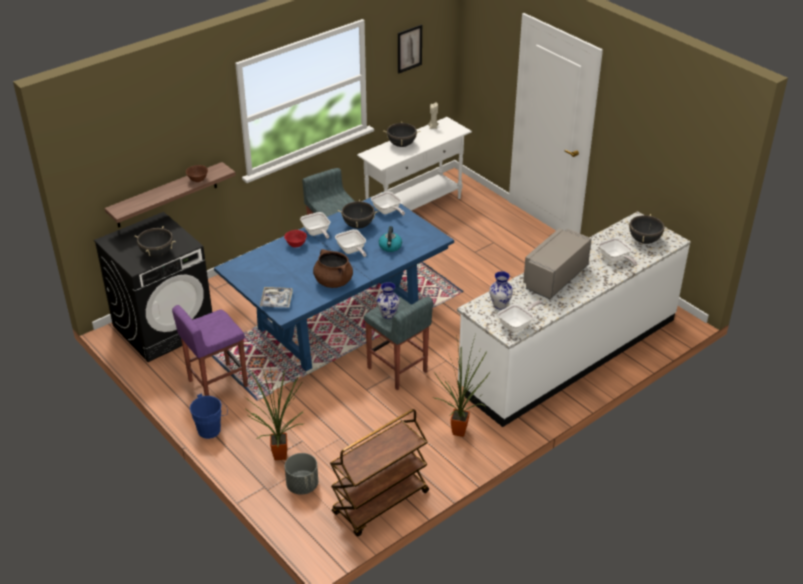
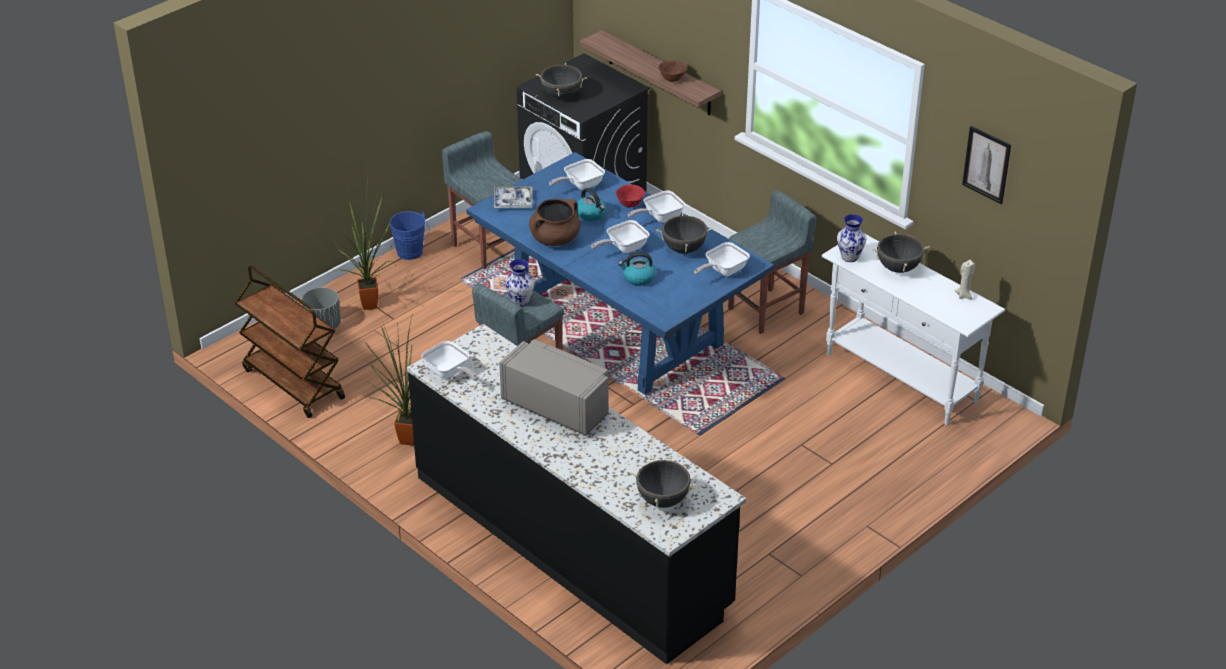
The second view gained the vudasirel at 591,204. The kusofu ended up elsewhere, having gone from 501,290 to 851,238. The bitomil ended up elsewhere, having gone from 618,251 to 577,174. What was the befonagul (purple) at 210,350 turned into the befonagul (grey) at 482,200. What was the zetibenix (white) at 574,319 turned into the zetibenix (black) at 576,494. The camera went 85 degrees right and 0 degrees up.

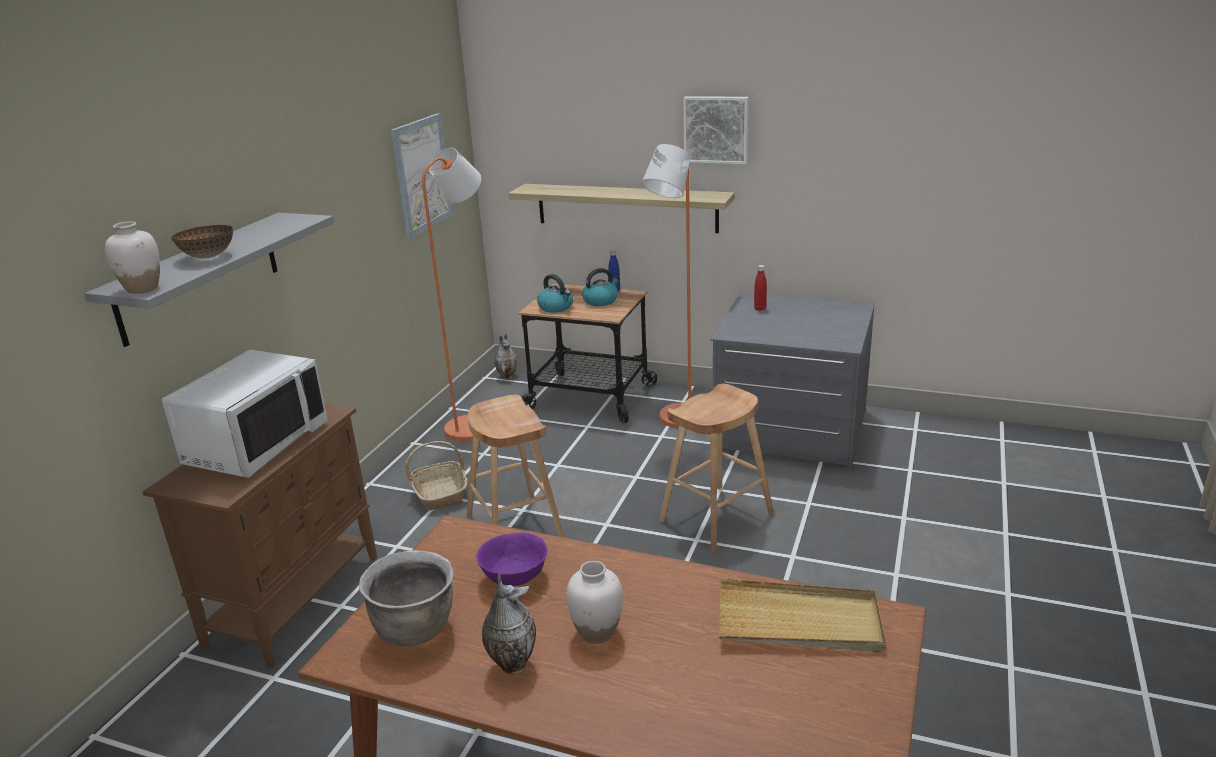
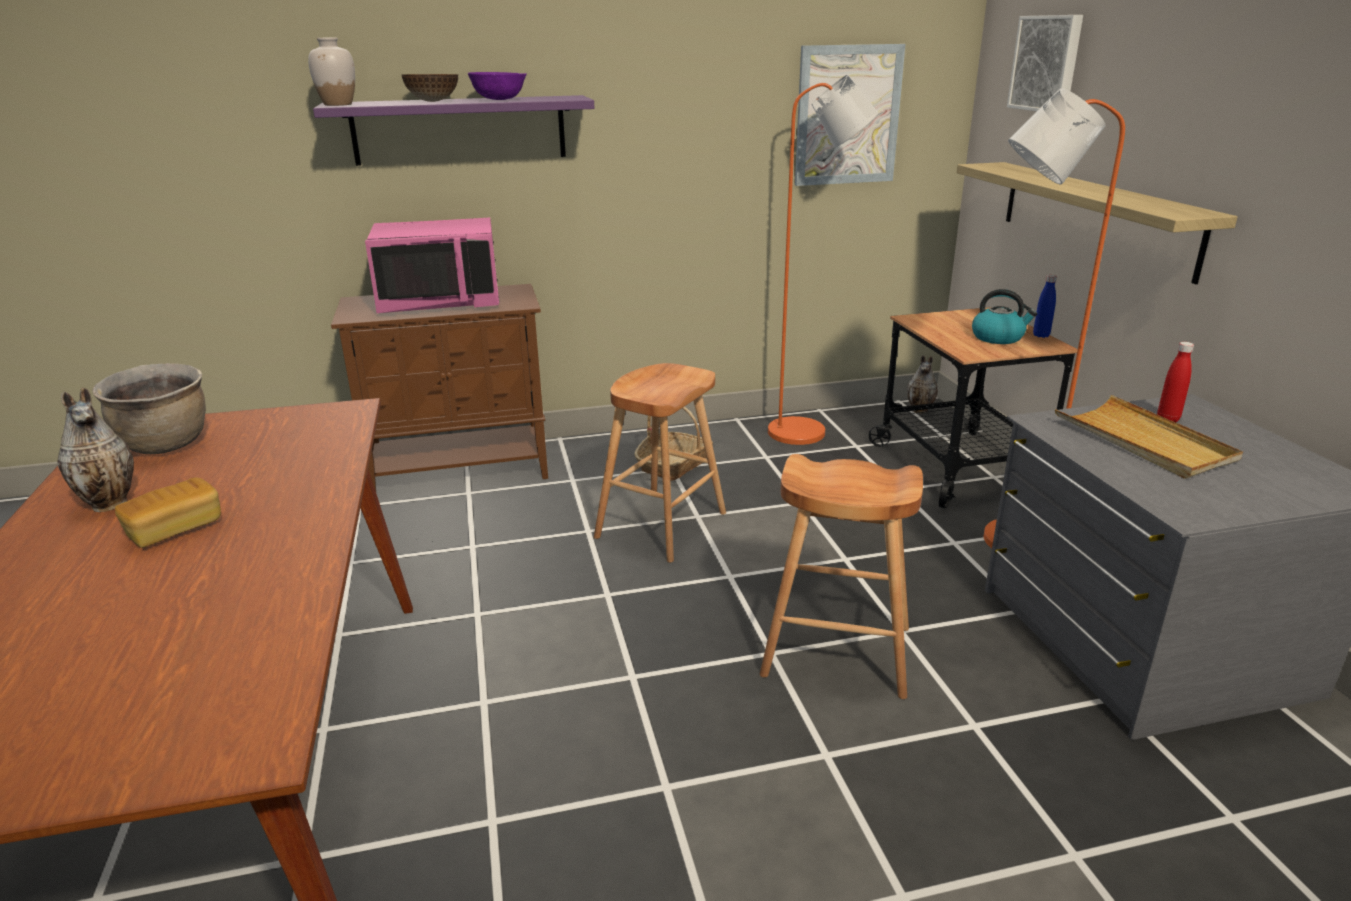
The second view lost the vudasirel at 555,293. The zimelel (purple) ended up elsewhere, having gone from 511,559 to 497,86. The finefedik ended up elsewhere, having gone from 716,130 to 1045,63. The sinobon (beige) ended up elsewhere, having gone from 802,615 to 1149,436. Where the kusofu (white) stood at 594,602, the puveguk came to stand at 168,513. What was the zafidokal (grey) at 209,280 turned into the zafidokal (purple) at 453,130. What was the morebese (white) at 245,414 turned into the morebese (pink) at 432,265. The camera went 55 degrees right and 0 degrees up.

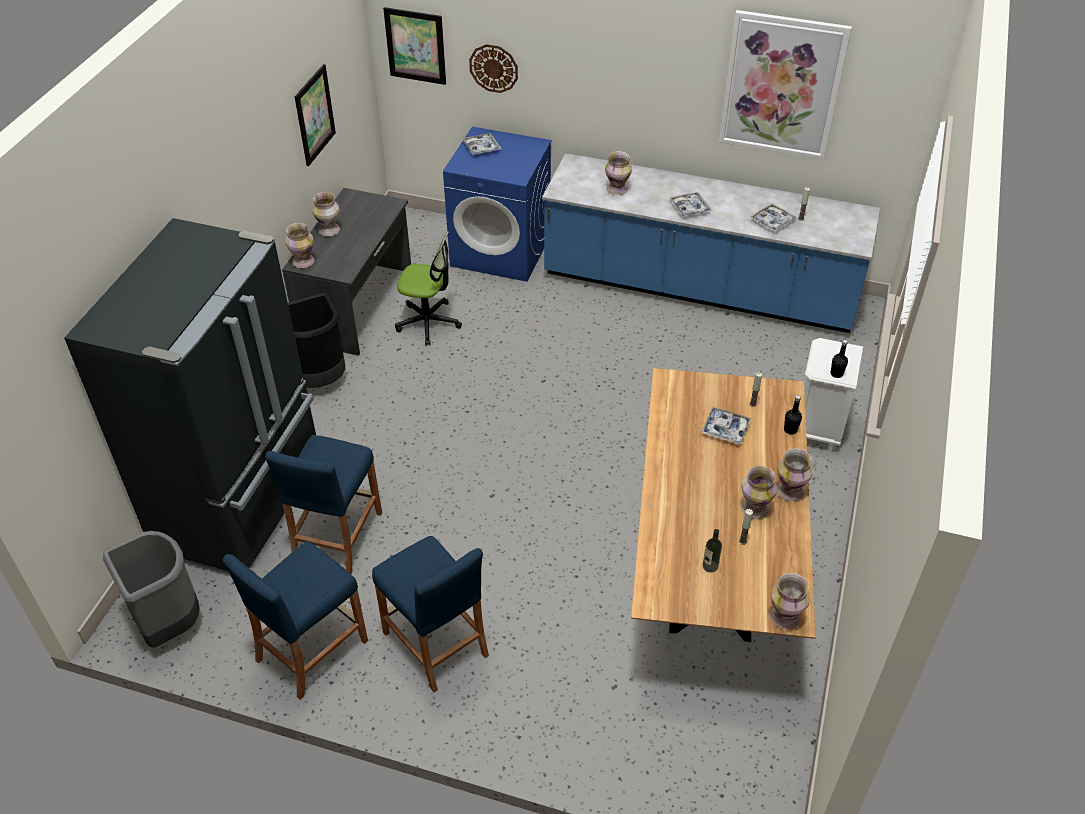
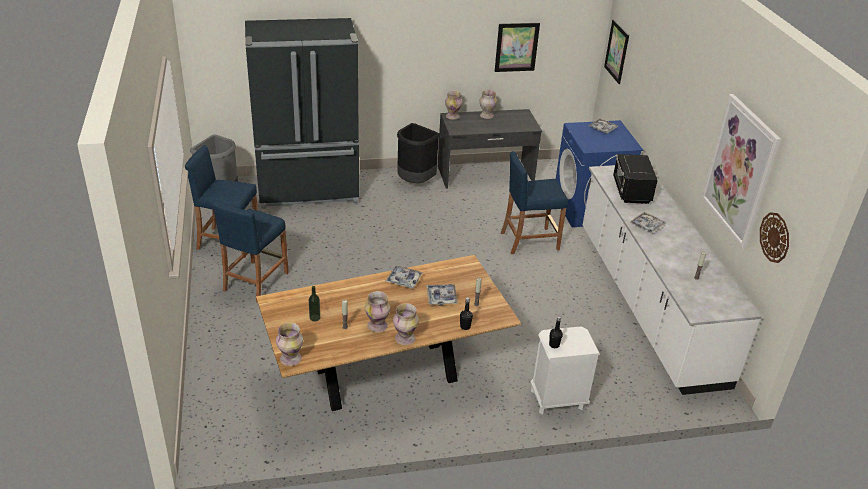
The second view lost the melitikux at 428,288. The befonagul (blue) ended up elsewhere, having gone from 323,504 to 534,202. The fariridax ended up elsewhere, having gone from 493,68 to 774,237. The sinobon ended up elsewhere, having gone from 774,217 to 404,277. Where the kusofu stood at 618,173, the morebese (black) came to stand at 635,179. What was the zetibenix (blue) at 711,243 turned into the zetibenix (white) at 672,280. The camera went 60 degrees right and 10 degrees down.

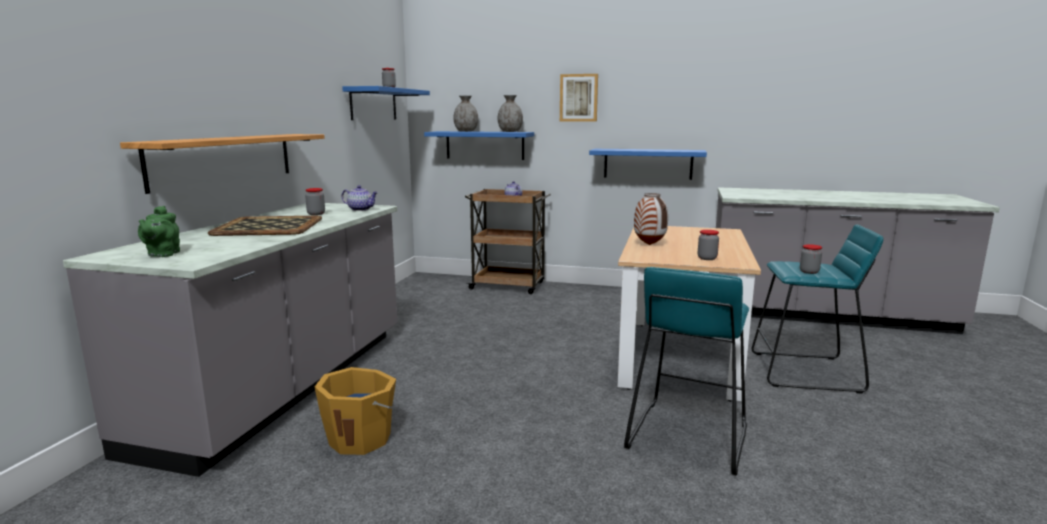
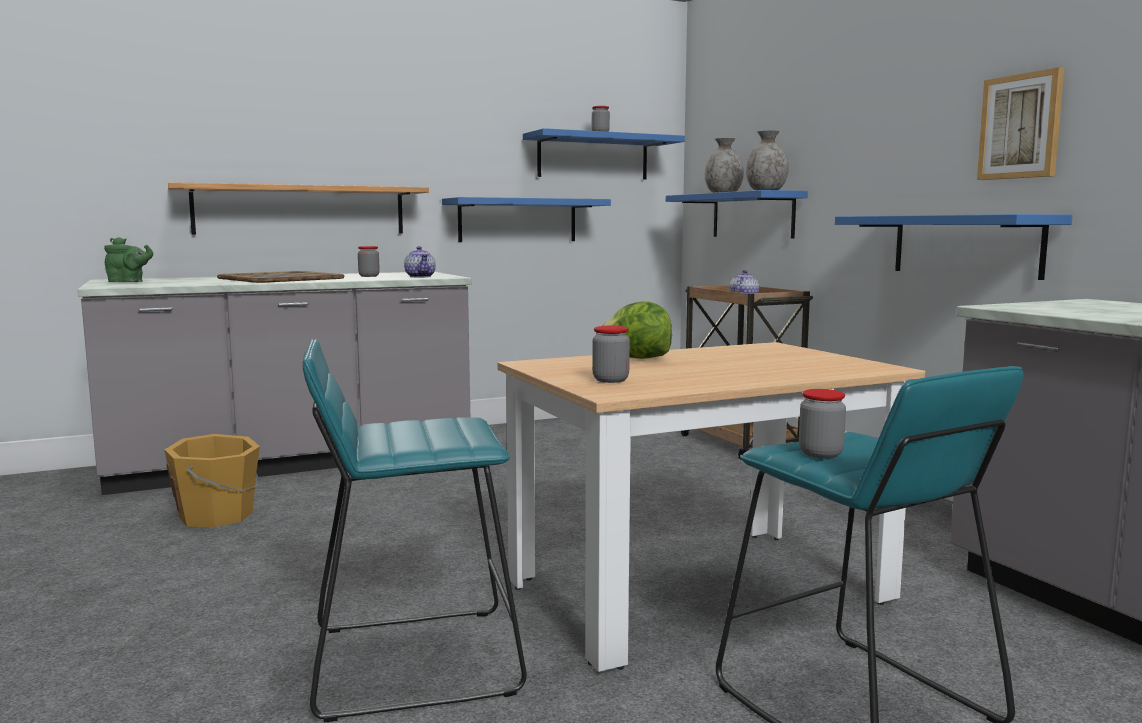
The second view gained the zafidokal (blue) at 526,219. The finefedik ended up elsewhere, having gone from 579,97 to 1020,123. Where the kusofu stood at 651,219, the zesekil came to stand at 637,330. The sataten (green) at 159,231 ended up facing another way, 135 degrees counterclockwise from before. The camera went 50 degrees right and 5 degrees down.

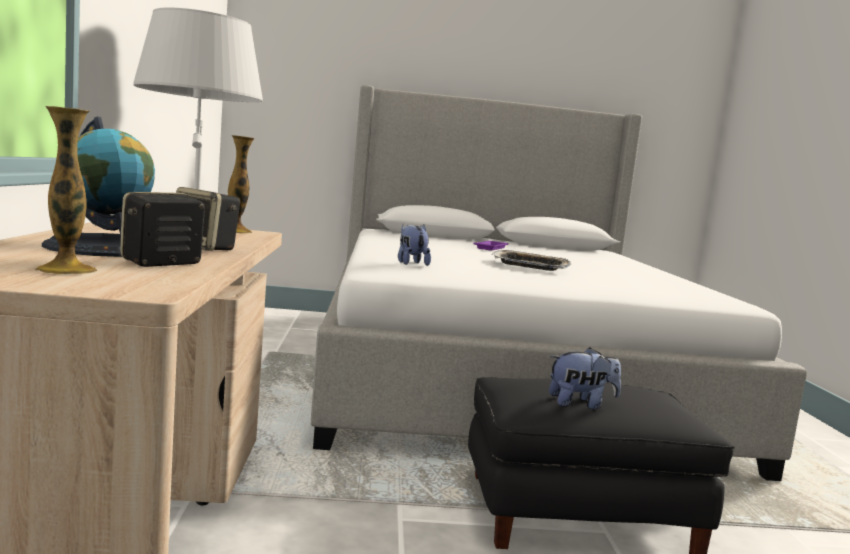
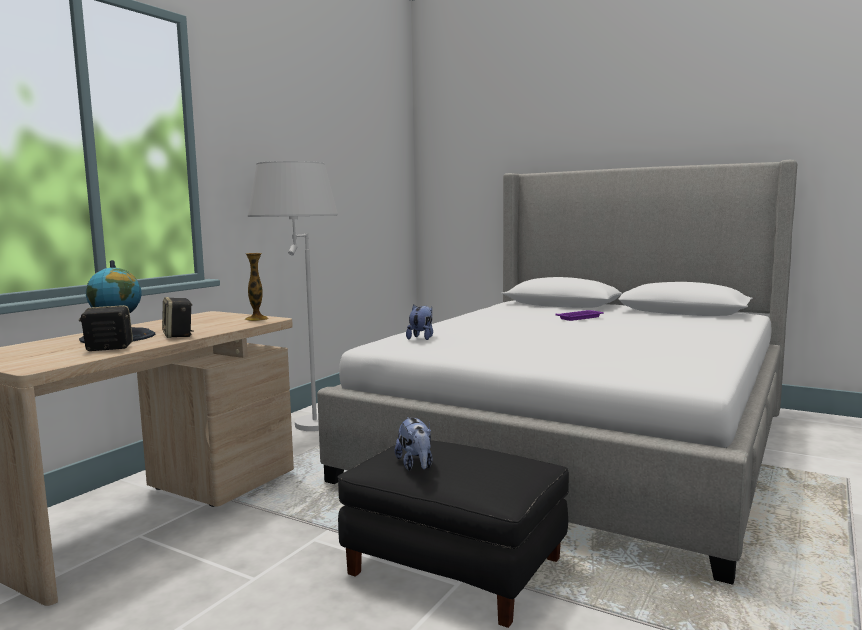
The second view lost the kusofu at 66,190. The second view lost the sinobon at 531,260. The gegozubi at 585,378 ended up facing another way, 45 degrees clockwise from before. The camera went 35 degrees right and 0 degrees up.

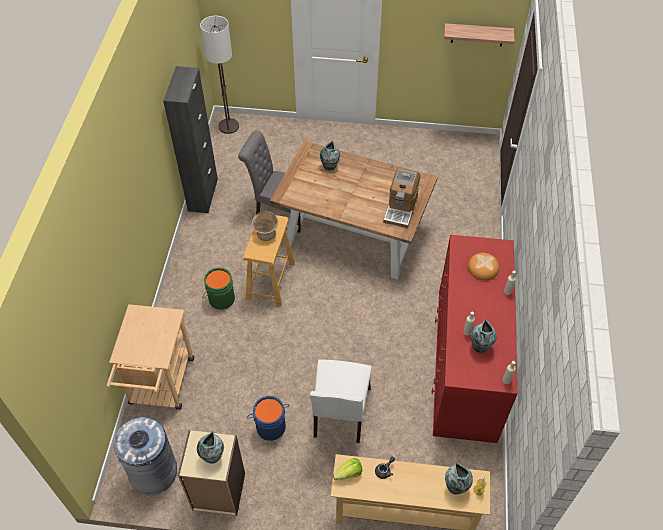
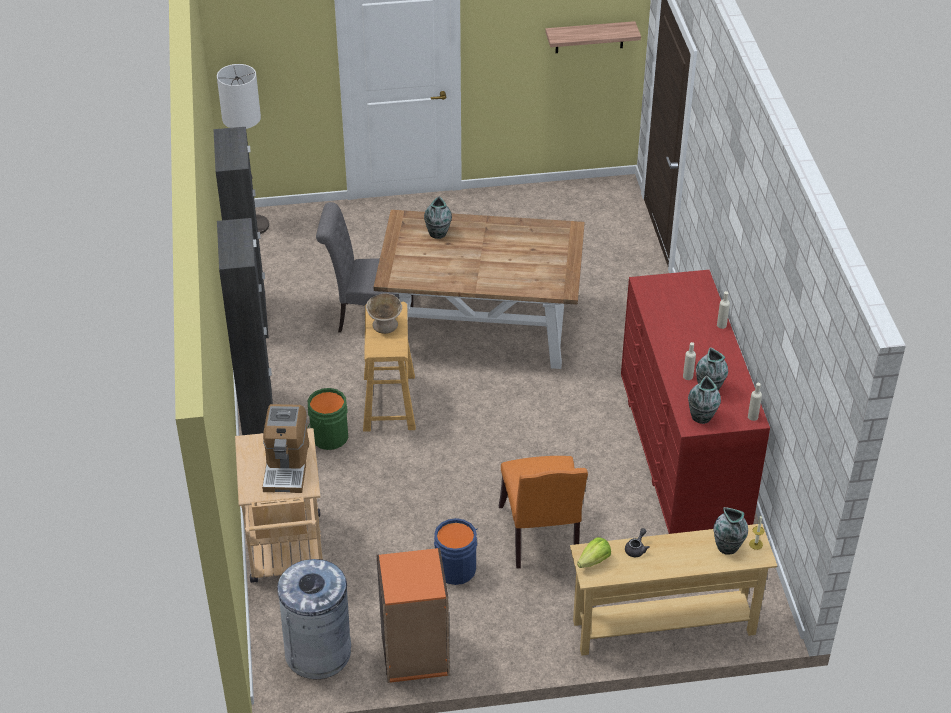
The second view lost the puveguk at 483,266. The second view gained the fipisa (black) at 245,326. The kusofu ended up elsewhere, having gone from 210,447 to 704,400. The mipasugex ended up elsewhere, having gone from 401,198 to 285,448. What was the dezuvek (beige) at 211,473 turned into the dezuvek (orange) at 413,615. What was the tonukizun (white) at 341,401 turned into the tonukizun (orange) at 543,512. The camera went 15 degrees left and 10 degrees down.

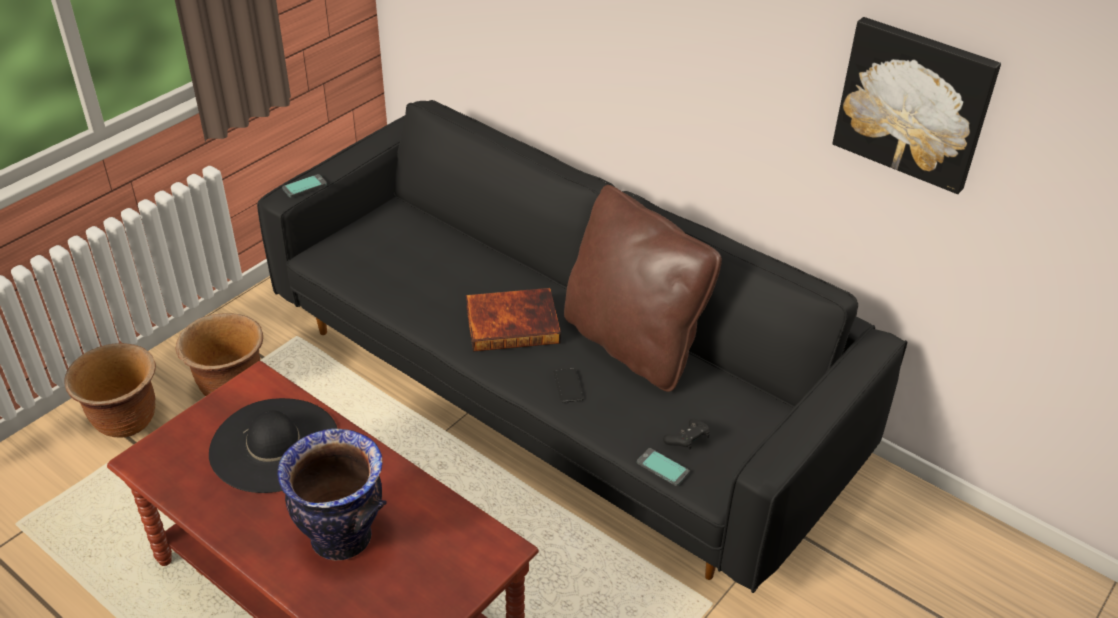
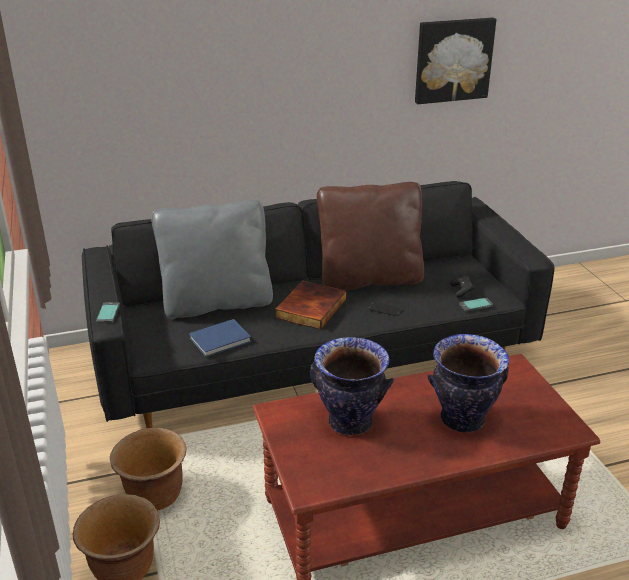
The second view gained the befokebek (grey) at 212,259. The second view gained the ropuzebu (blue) at 220,338. Where the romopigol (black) stood at 273,445, the kusofu came to stand at 352,386. The camera went 55 degrees left and 10 degrees down.

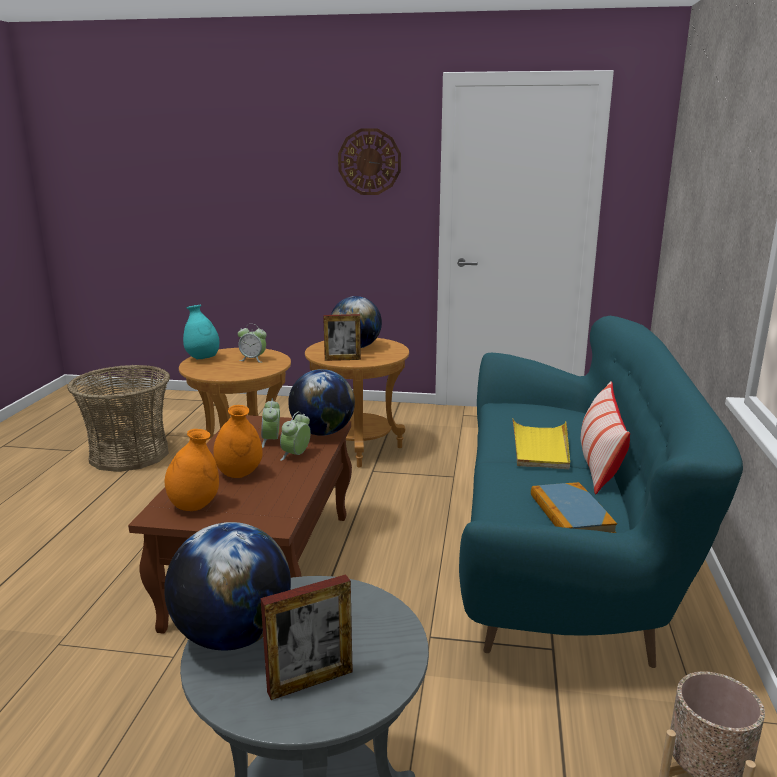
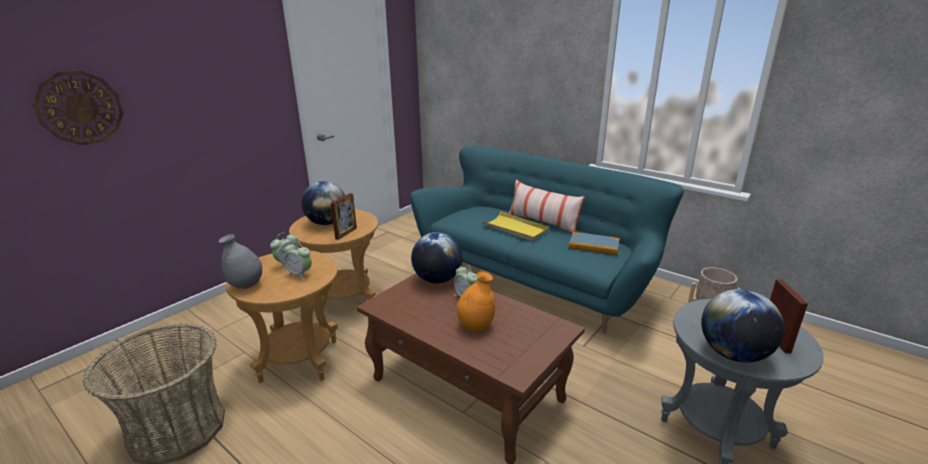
The second view lost the kusofu (orange) at 192,470. The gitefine ended up elsewhere, having gone from 270,423 to 298,260. The fariridax ended up elsewhere, having gone from 369,161 to 78,107. What was the kusofu (turquoise) at 201,331 turned into the kusofu (grey) at 240,261. The camera went 60 degrees left and 5 degrees up.

